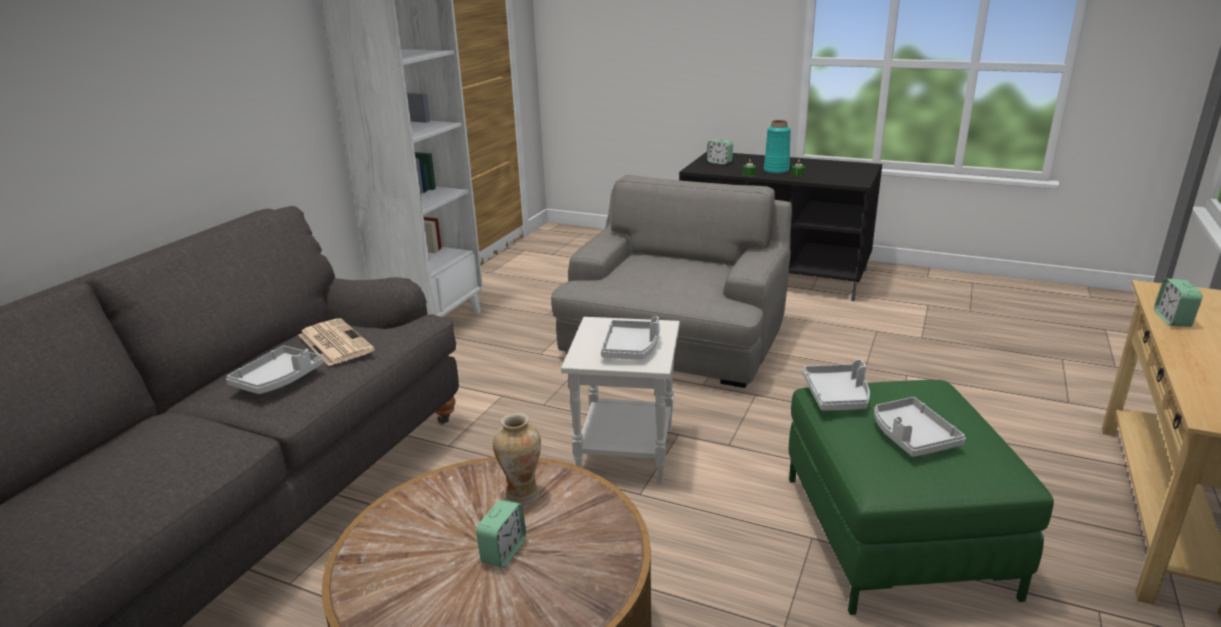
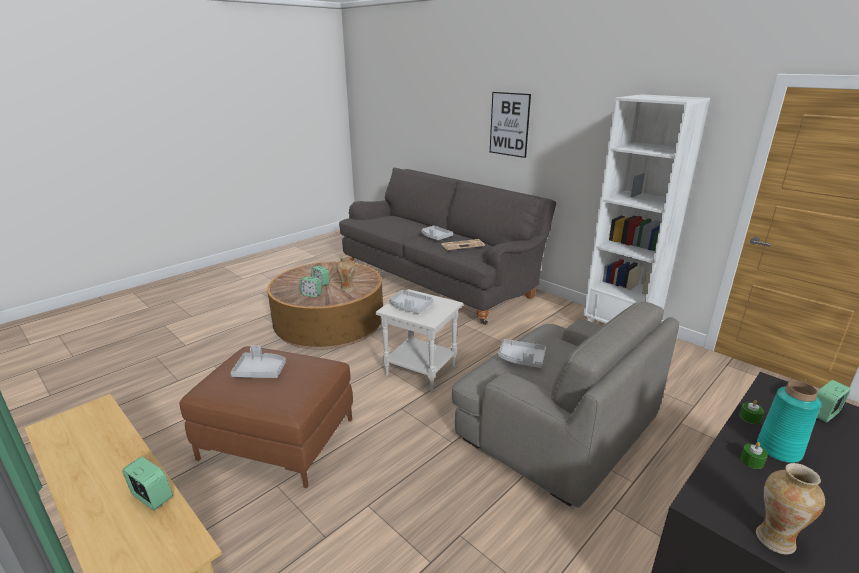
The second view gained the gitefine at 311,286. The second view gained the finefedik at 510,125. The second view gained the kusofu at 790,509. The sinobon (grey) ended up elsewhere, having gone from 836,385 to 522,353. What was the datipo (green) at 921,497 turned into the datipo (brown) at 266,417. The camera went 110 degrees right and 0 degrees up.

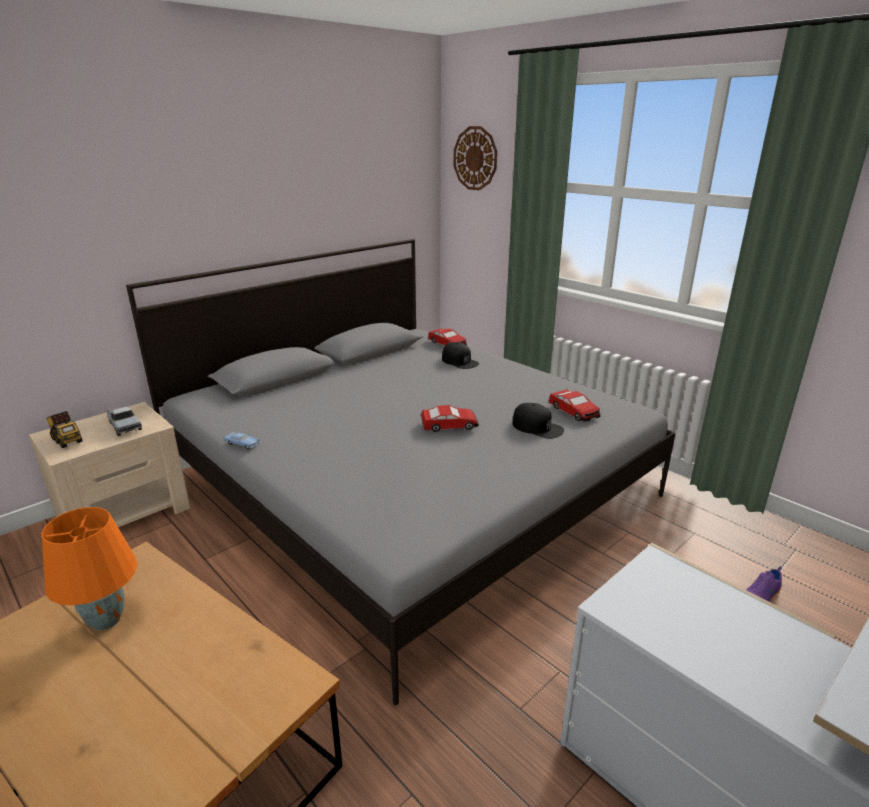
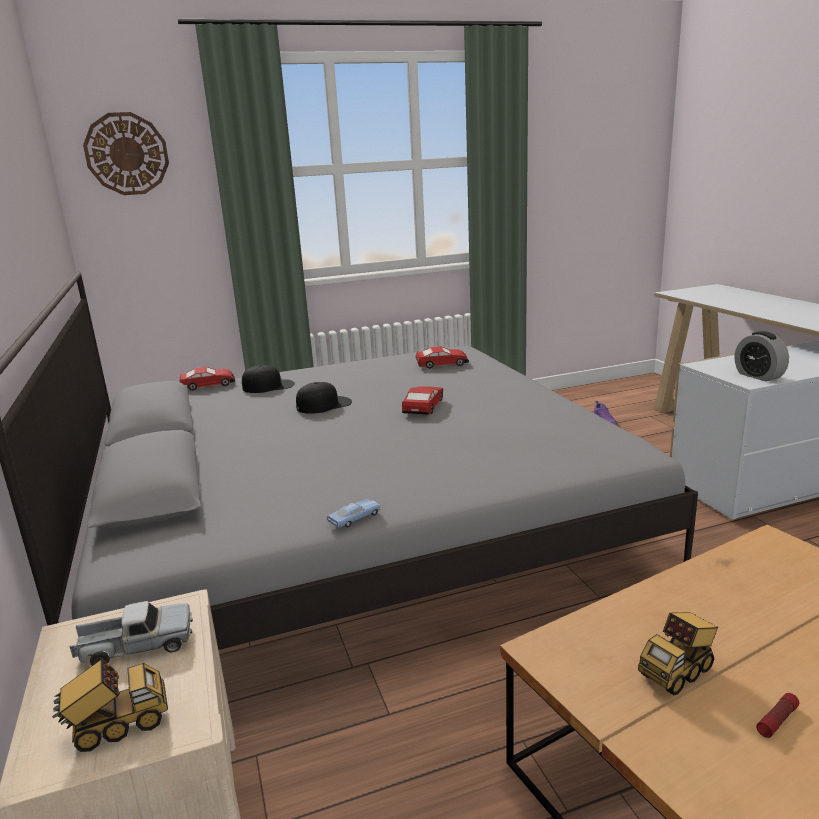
The second view gained the gitefine at 762,356. The second view gained the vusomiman at 777,715. The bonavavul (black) ended up elsewhere, having gone from 538,421 to 324,398. Where the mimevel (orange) stood at 90,568, the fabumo came to stand at 678,653. The camera went 65 degrees left and 5 degrees down.

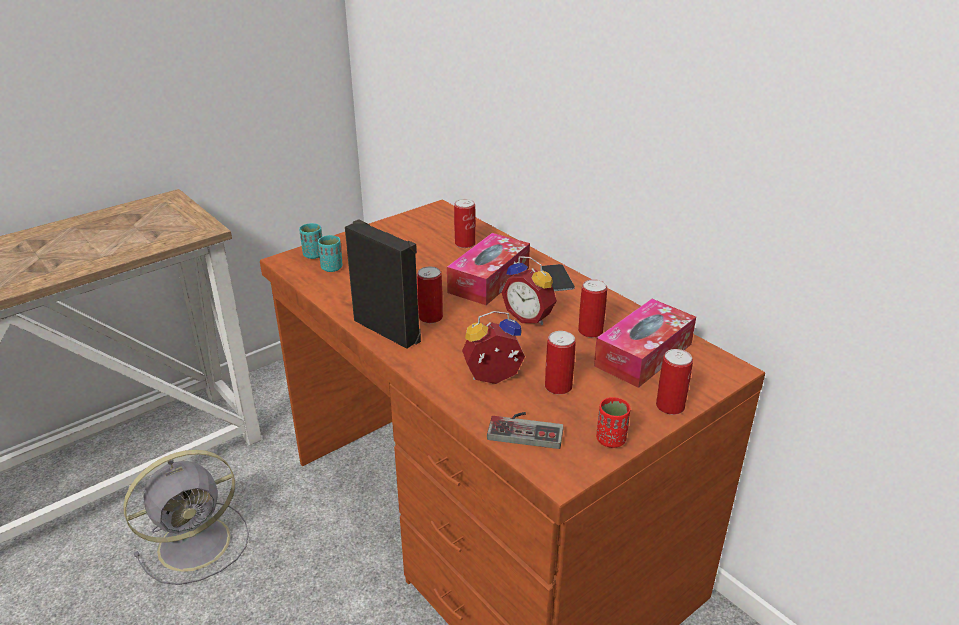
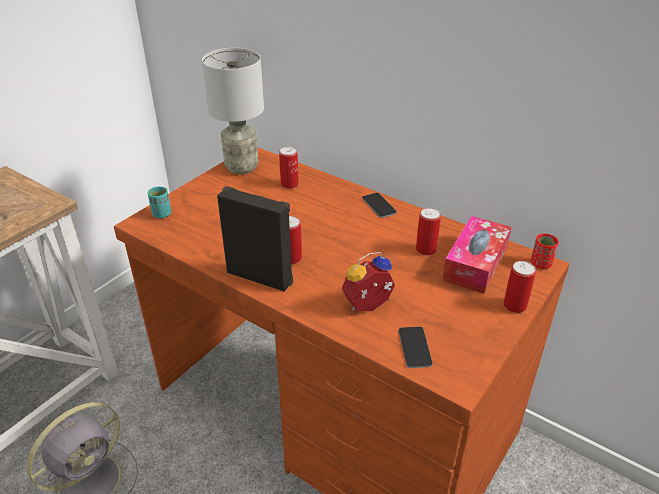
The second view lost the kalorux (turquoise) at 330,253. The second view lost the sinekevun at 488,269. The second view lost the gitefine at 529,290. The second view lost the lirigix at 560,362. The second view gained the mimevel (grey) at 233,111. The kalorux (red) ended up elsewhere, having gone from 613,422 to 545,251. Where the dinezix stood at 525,430, the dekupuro came to stand at 416,347. The camera went 15 degrees left and 5 degrees up.

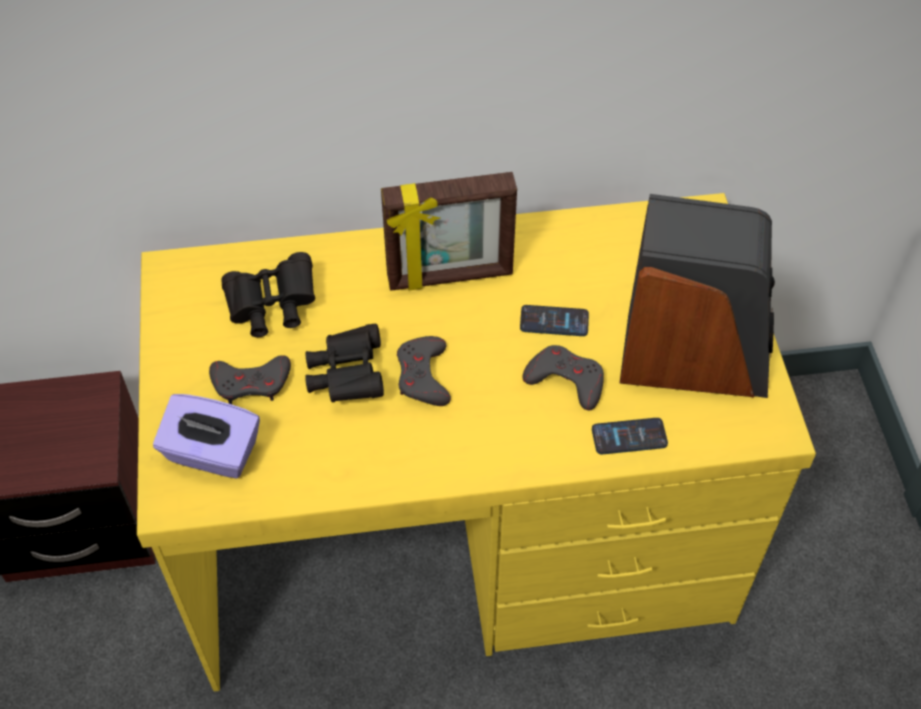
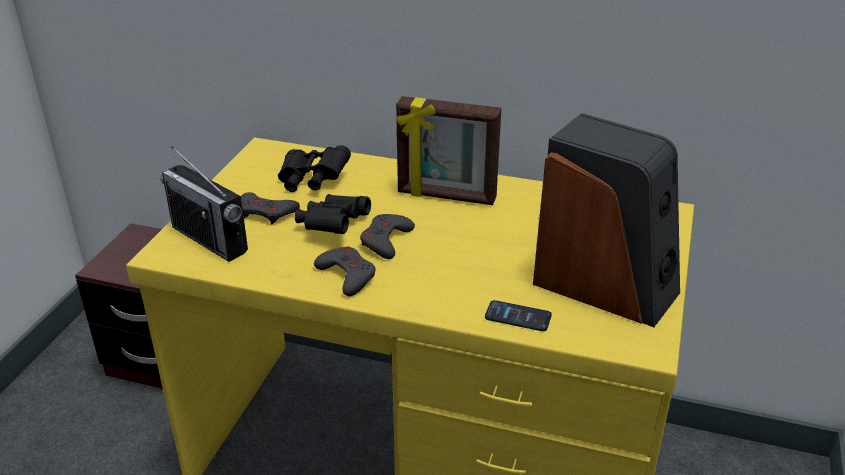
The second view lost the dekupuro at 554,320. The dinezix (grey) ended up elsewhere, having gone from 563,378 to 345,271. Where the sinekevun (purple) stood at 206,436, the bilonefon came to stand at 204,204. The camera went 25 degrees right and 20 degrees down.

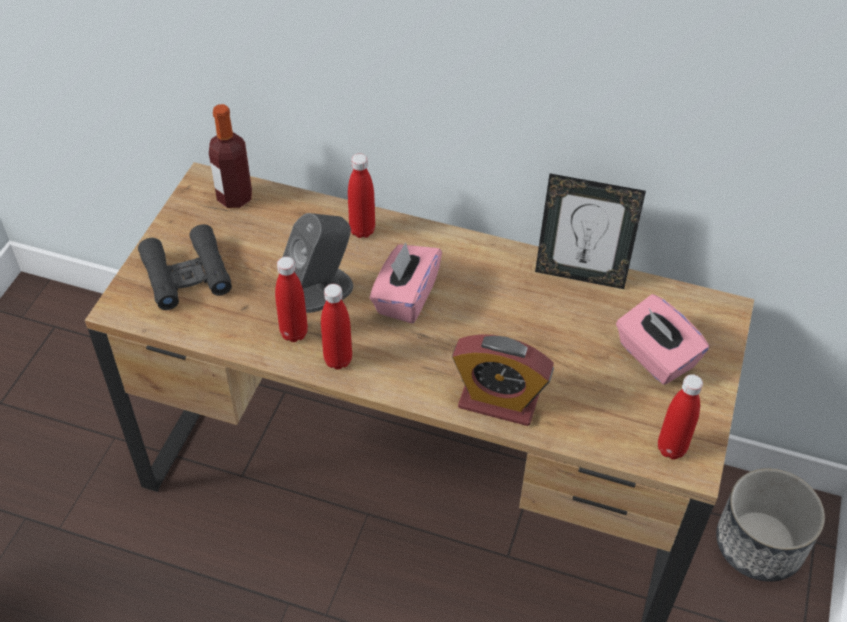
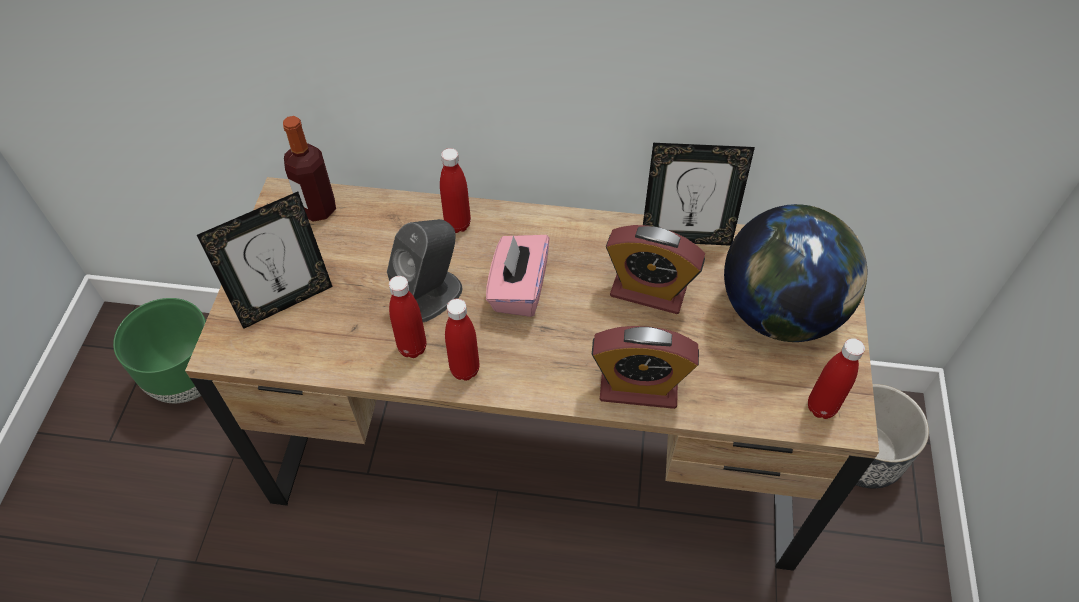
The second view gained the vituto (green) at 159,350. The second view gained the gitefine at 655,269. Where the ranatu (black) stood at 185,267, the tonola came to stand at 265,260. Where the sinekevun (pink) stood at 662,339, the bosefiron came to stand at 795,273. The camera went 10 degrees left and 5 degrees up.

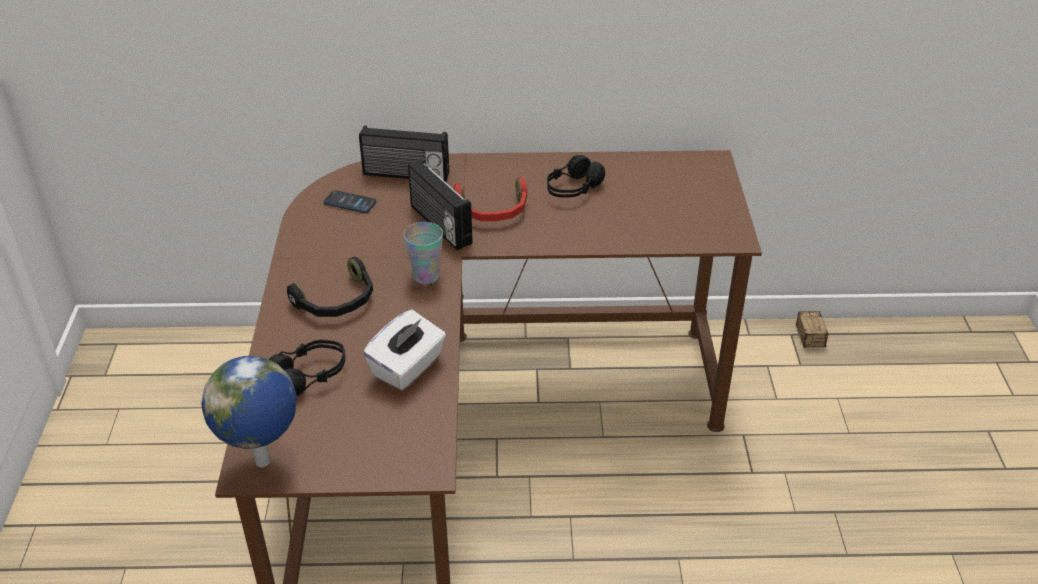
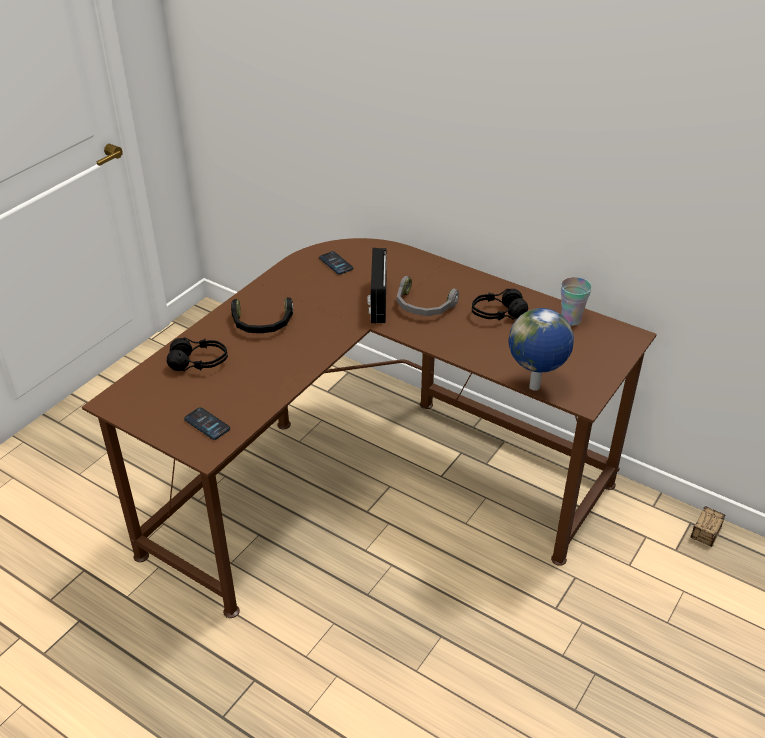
The second view lost the bilonefon at 404,153. The second view lost the sinekevun (white) at 404,350. The second view gained the dekupuro at 207,423. The bosefiron ended up elsewhere, having gone from 249,411 to 541,349. The kalorux ended up elsewhere, having gone from 423,253 to 576,301. What was the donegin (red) at 490,199 turned into the donegin (grey) at 428,296. The camera went 35 degrees right and 0 degrees up.

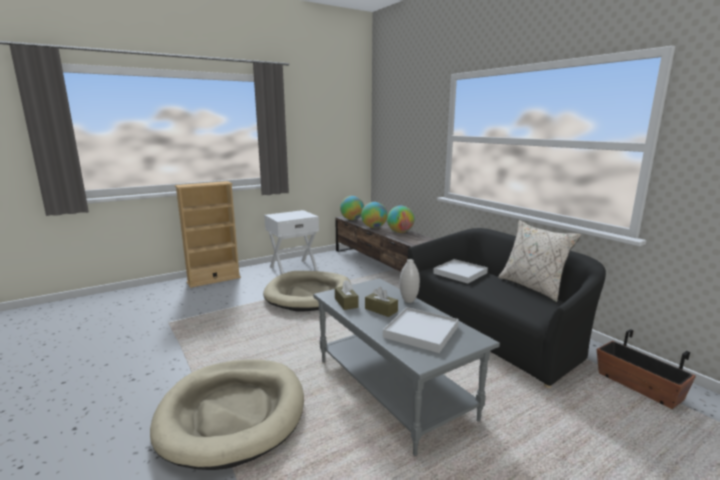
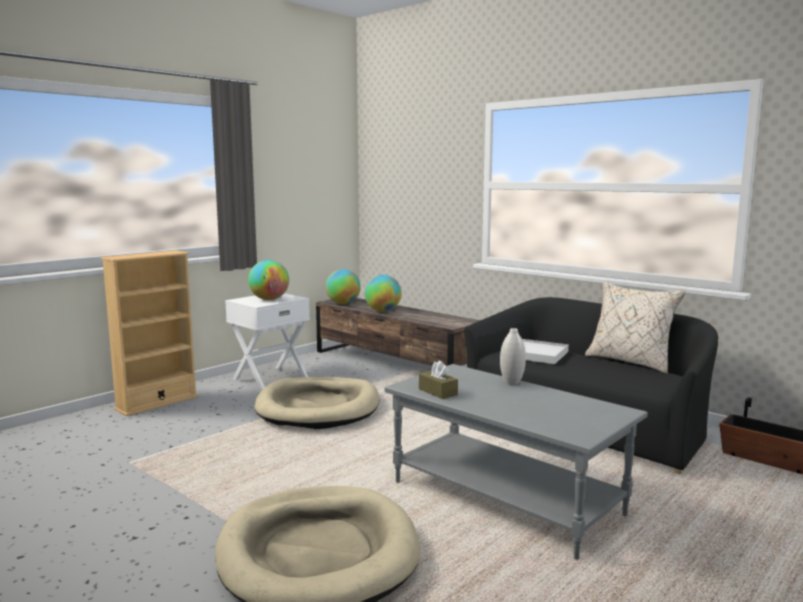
The second view lost the sinekevun (brown) at 381,302. The second view lost the sinobon (white) at 421,330. The bosefiron ended up elsewhere, having gone from 401,219 to 268,280. The camera went 15 degrees left and 5 degrees down.

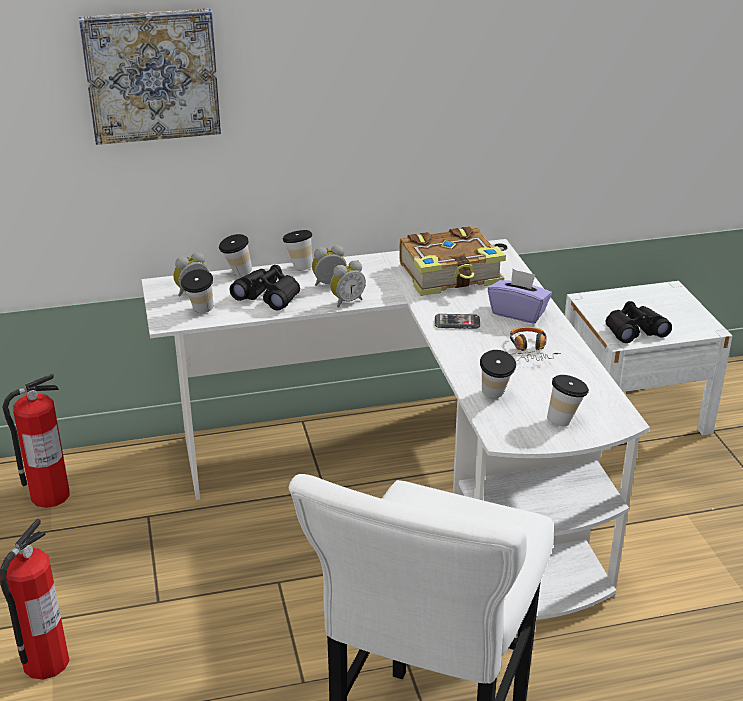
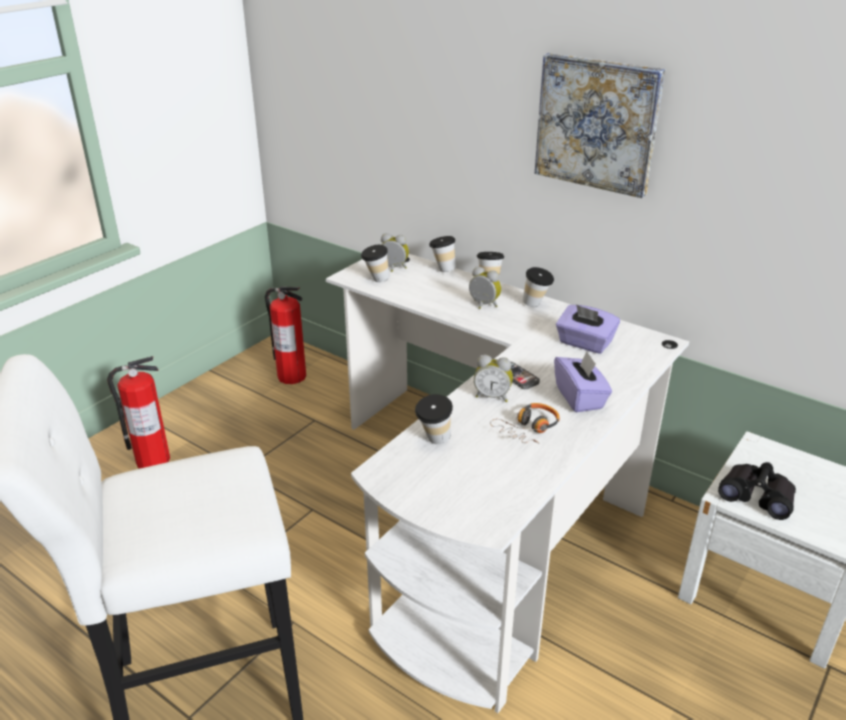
The second view lost the ranatu (black) at 264,287. The finefedik ended up elsewhere, having gone from 150,76 to 600,125. The gitefine ended up elsewhere, having gone from 348,283 to 493,378. The kalorux ended up elsewhere, having gone from 568,401 to 538,287. Where the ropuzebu stood at 452,261, the sinekevun (purple) came to stand at 588,329. The camera went 50 degrees right and 0 degrees up.

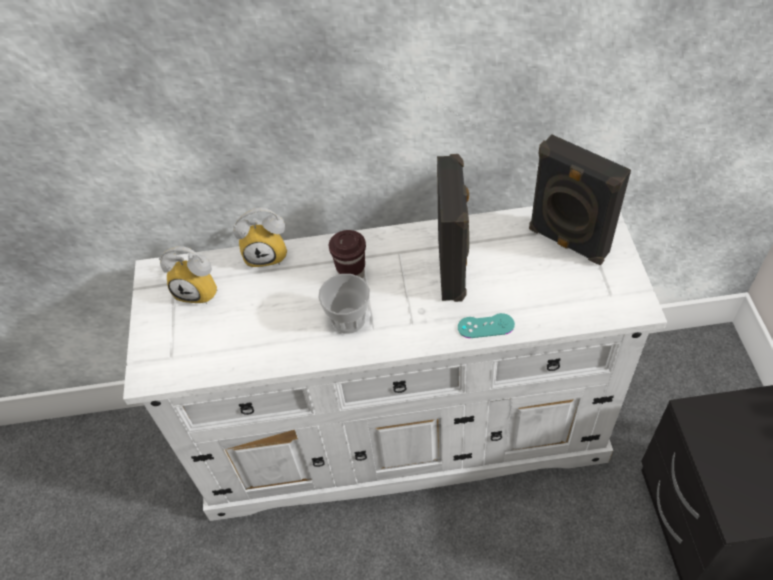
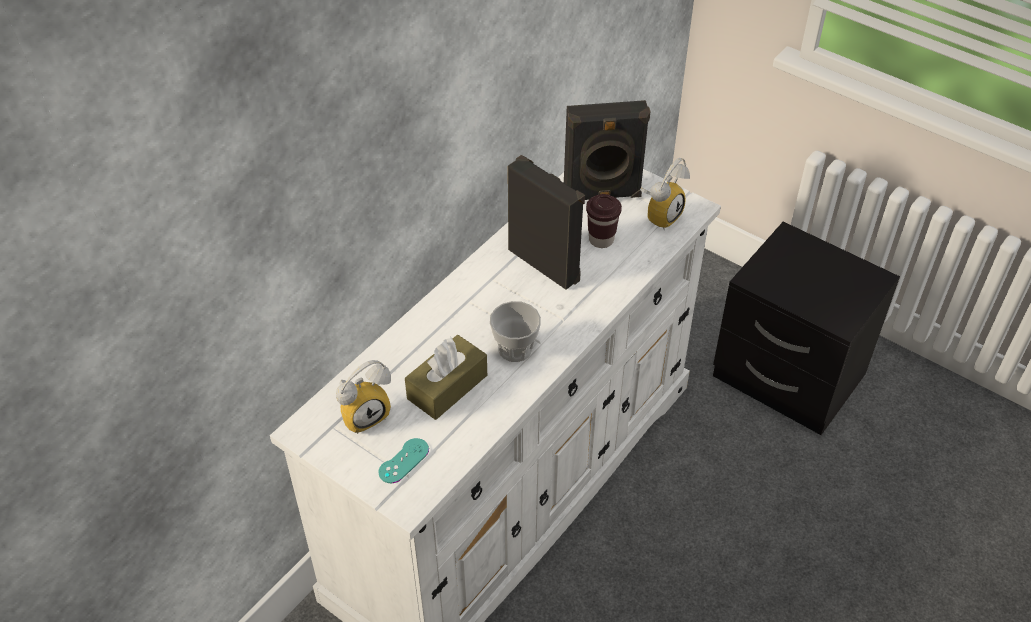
The second view gained the sinekevun (brown) at 446,377. The gitefine ended up elsewhere, having gone from 260,237 to 665,193. The kalorux (brown) ended up elsewhere, having gone from 347,254 to 604,221. The dinezix (turquoise) ended up elsewhere, having gone from 486,325 to 403,460. The camera went 50 degrees left and 5 degrees down.

